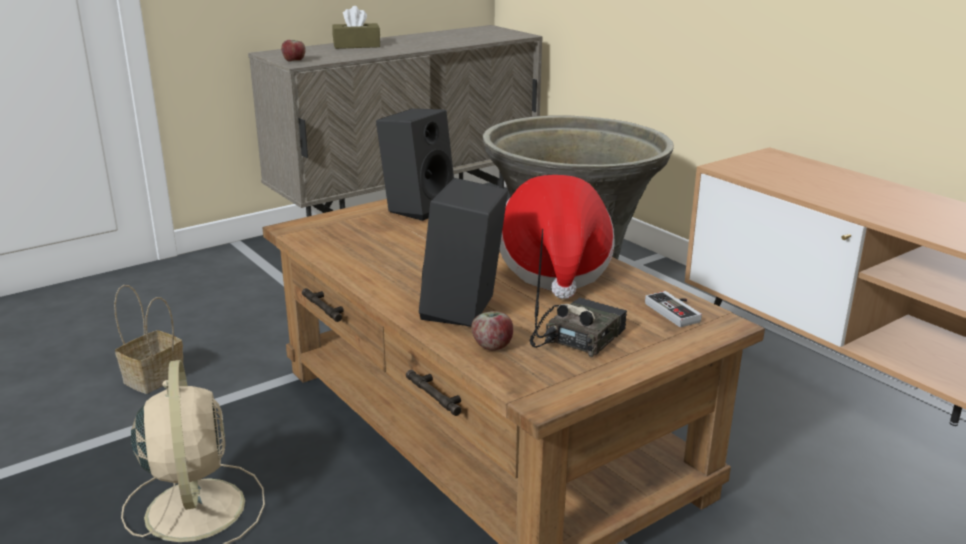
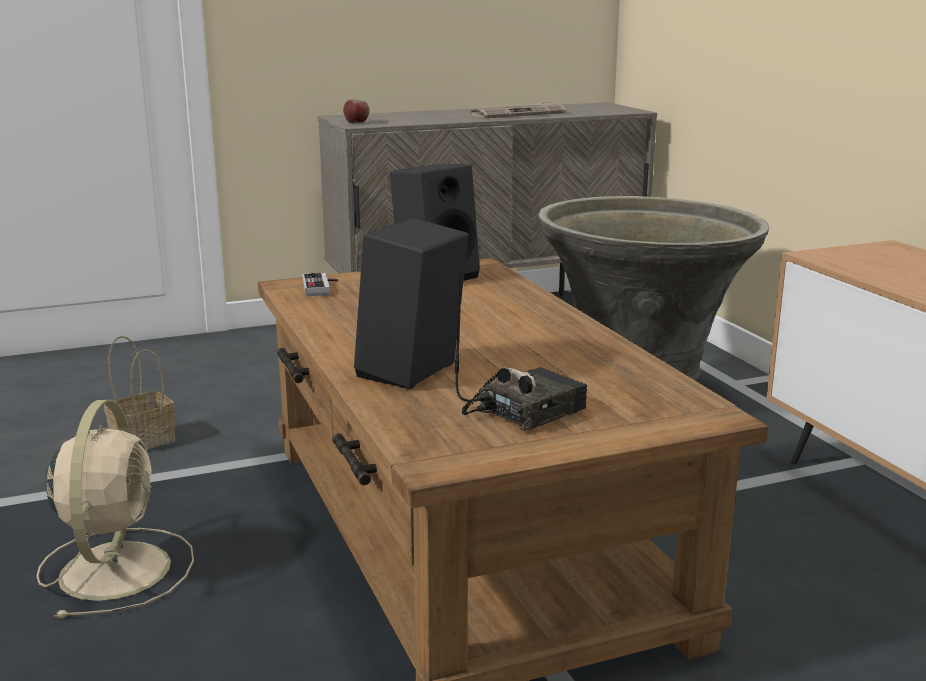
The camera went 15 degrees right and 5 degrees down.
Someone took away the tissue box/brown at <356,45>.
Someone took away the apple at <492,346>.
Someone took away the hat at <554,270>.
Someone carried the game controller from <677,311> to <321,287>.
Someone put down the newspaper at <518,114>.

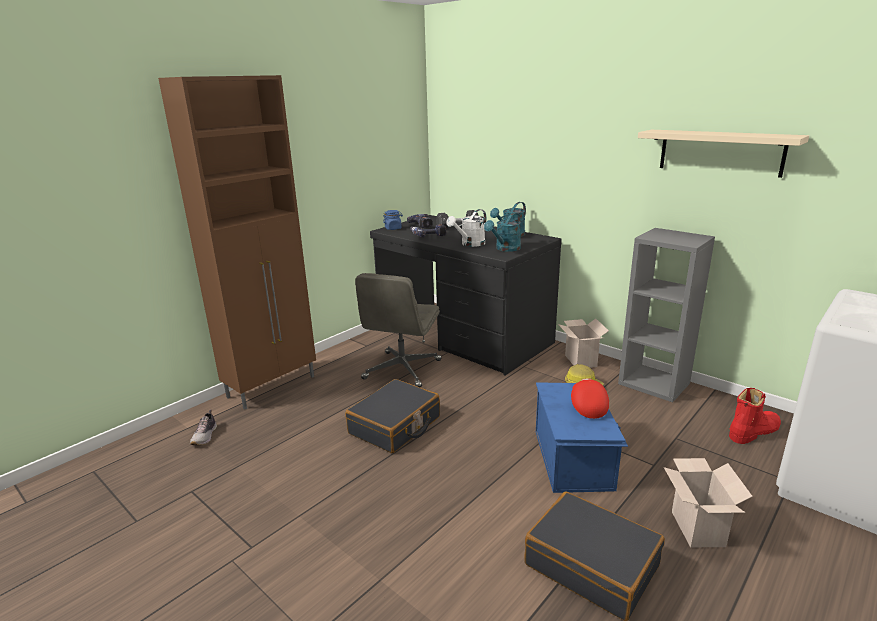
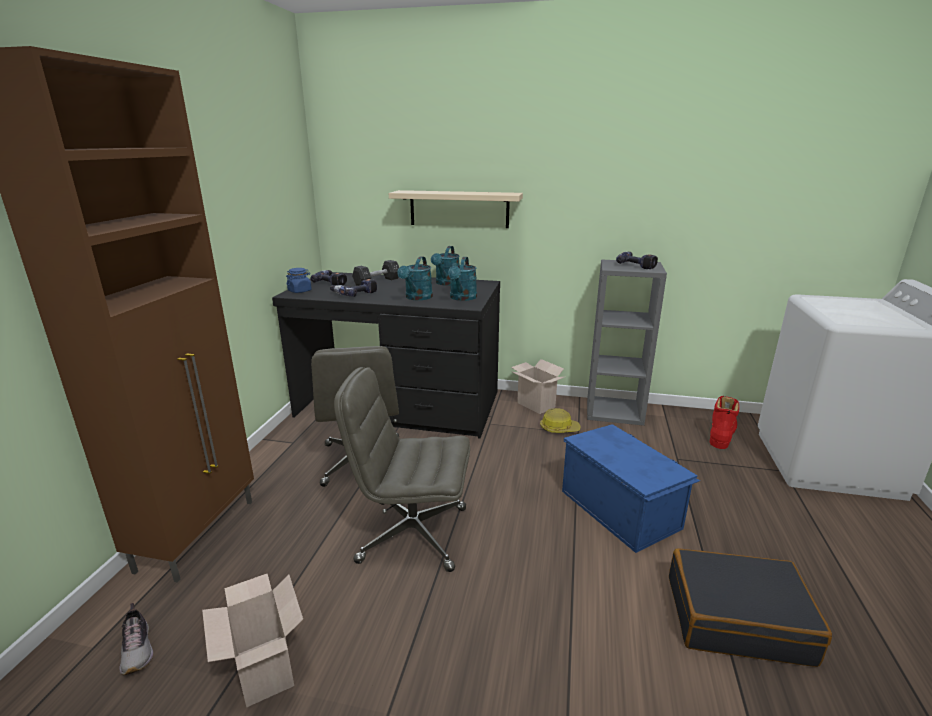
The camera went 30 degrees left and 0 degrees up.
Someone swapped the suitcase/black at <395,426> for the office chair/grey at <411,534>.
Someone repainted the watering can/white at <470,244>, which became the watering can/turquoise at <417,298>.
Someone took away the cap/red at <587,406>.
Someone carried the shelf/beige from <720,152> to <459,209>.
Someone carried the cardboard box from <695,527> to <262,669>.
Someone put down the power drill at <637,265>.

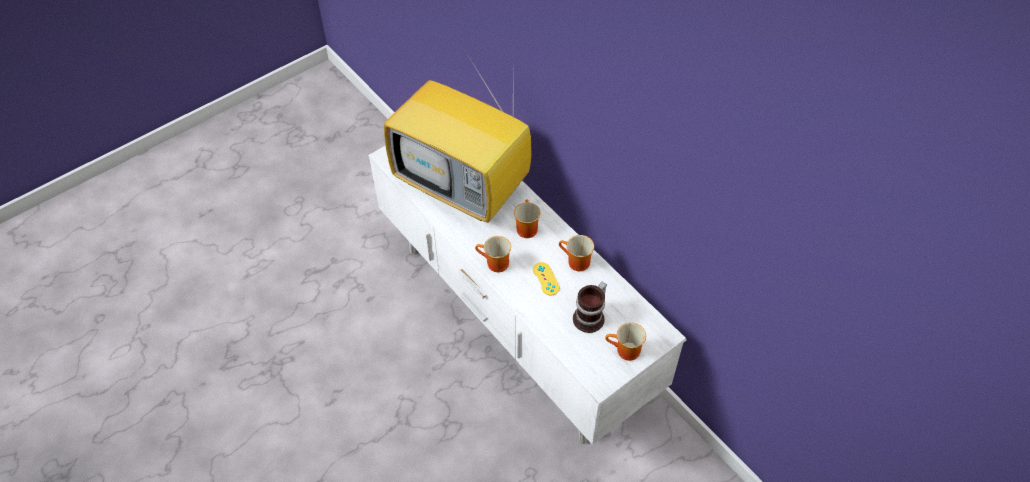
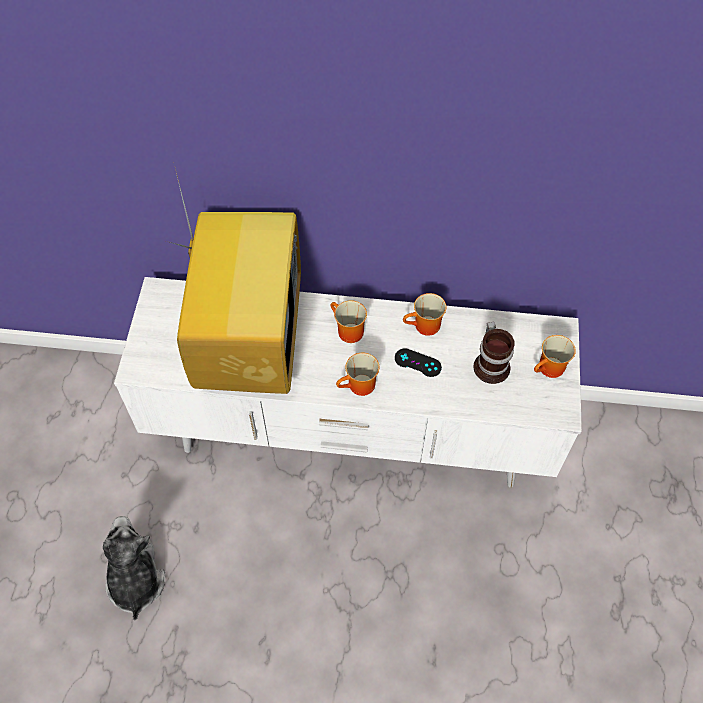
The camera went 45 degrees left and 5 degrees up.
Someone rotated the television at <464,187> by 75 degrees counterclockwise.
Someone repainted the game controller/yellow at <546,279>, which became the game controller/black at <417,363>.
Someone put down the plush toy at <135,580>.

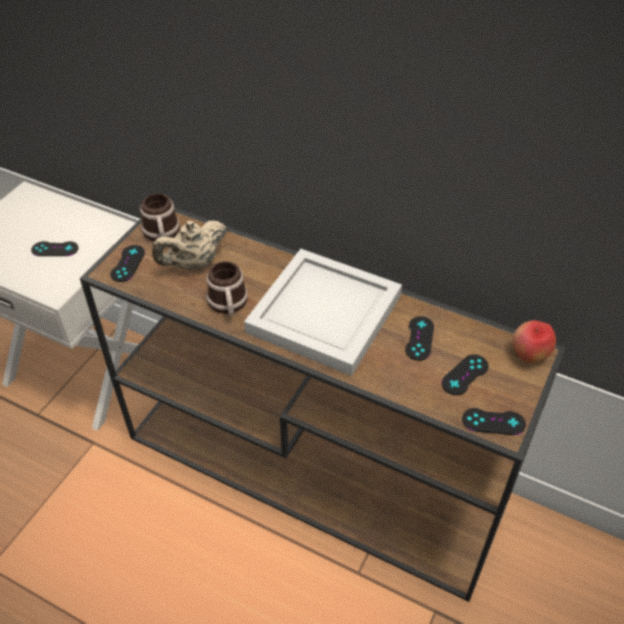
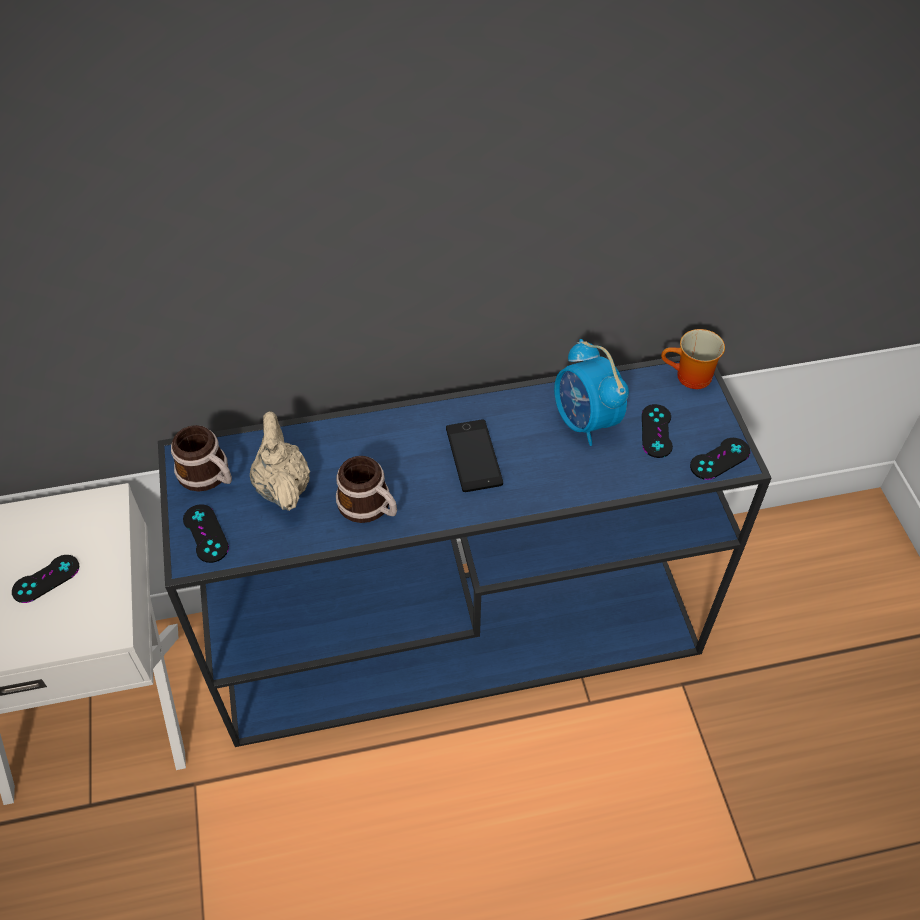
The camera went 40 degrees left and 5 degrees up.
Someone repainted the console table/brown at <317,470>, which became the console table/blue at <464,635>.
Someone rotated the teapot/beige at <194,263> by 150 degrees clockwise.
Someone swapped the tray/white at <322,314> for the phone at <474,456>.
Someone swapped the game controller/black at <419,338> for the alarm clock at <585,422>.
Someone swapped the apple at <529,356> for the mug at <689,378>.

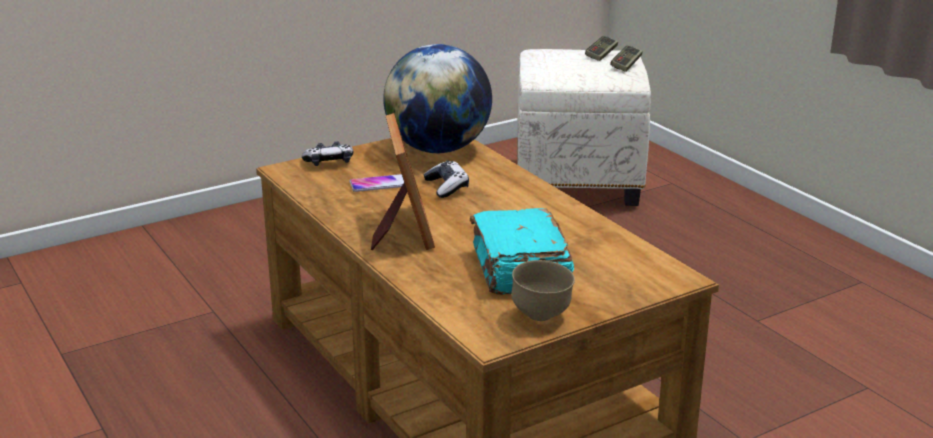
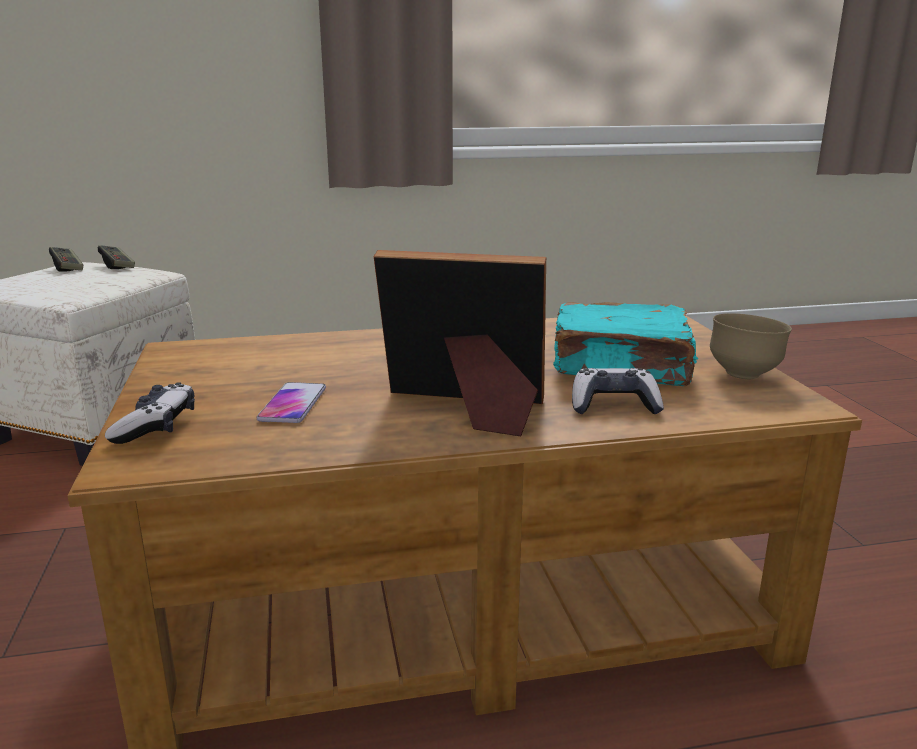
The camera went 70 degrees left and 5 degrees down.
Someone took away the globe at <438,149>.
Someone carried the game controller from <447,187> to <614,405>.

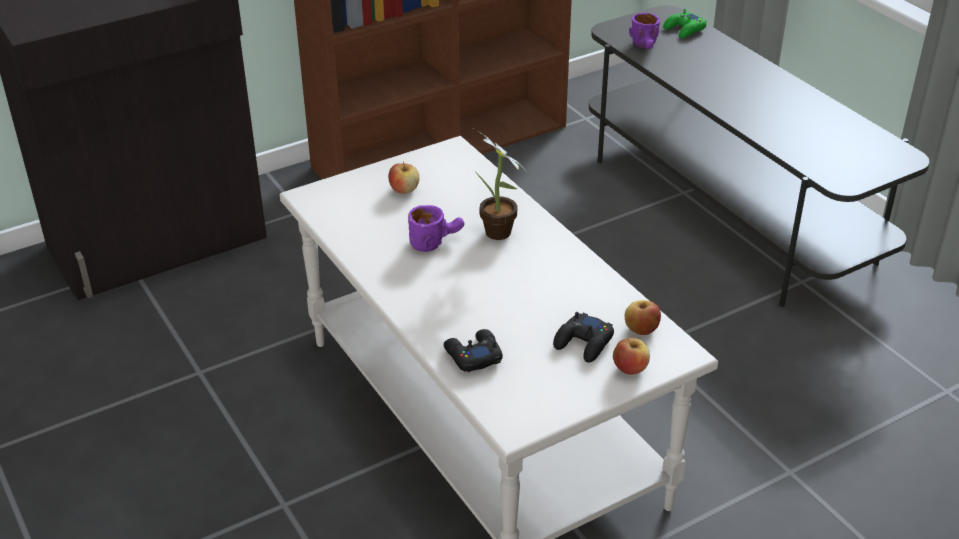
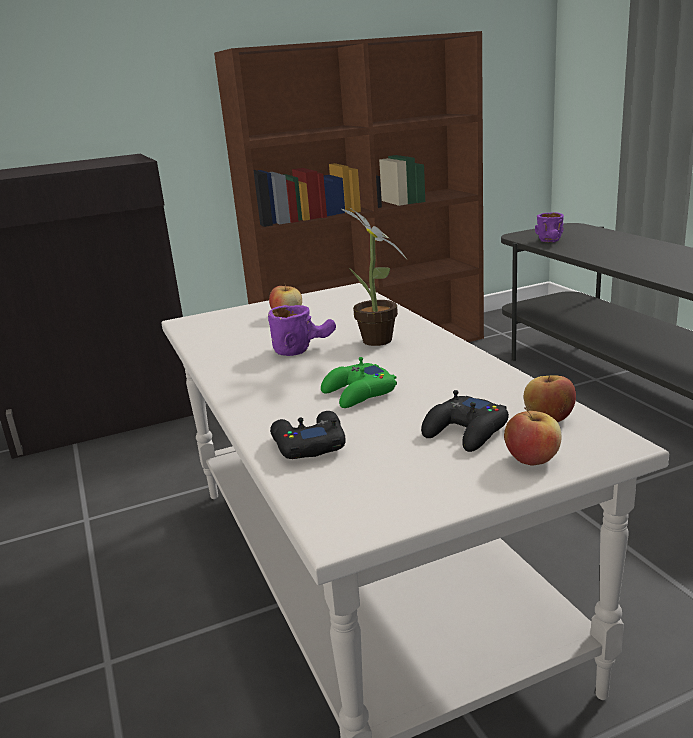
The camera went 10 degrees right and 15 degrees down.
Someone carried the game controller/green from <684,29> to <358,393>.

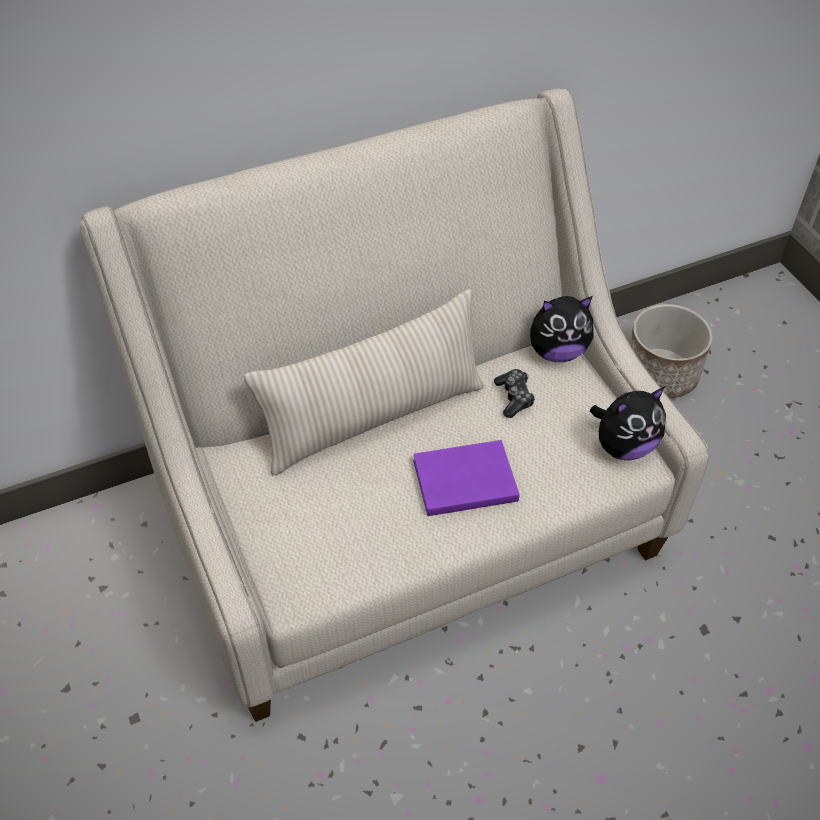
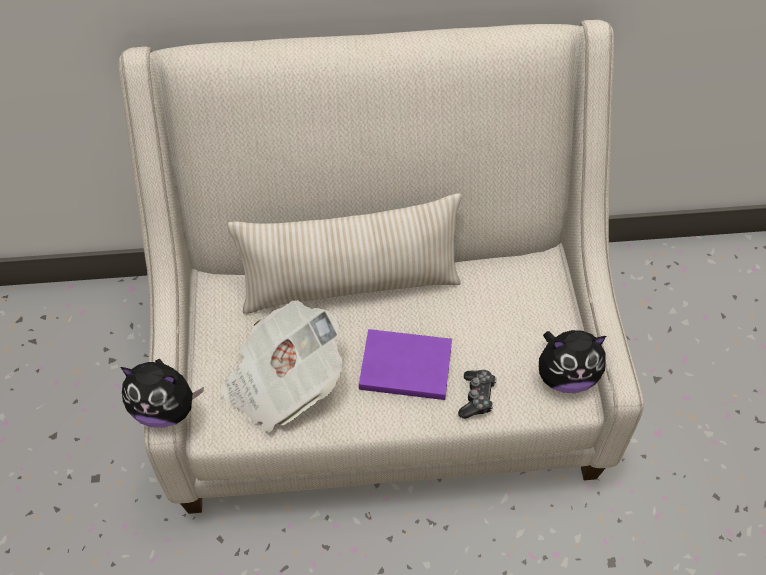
The camera went 20 degrees right and 5 degrees up.
Someone carried the game controller from <514,397> to <477,397>.
Someone carried the plush toy from <557,351> to <165,409>.
Someone took away the planter at <659,374>.
Someone put down the newspaper at <282,382>.

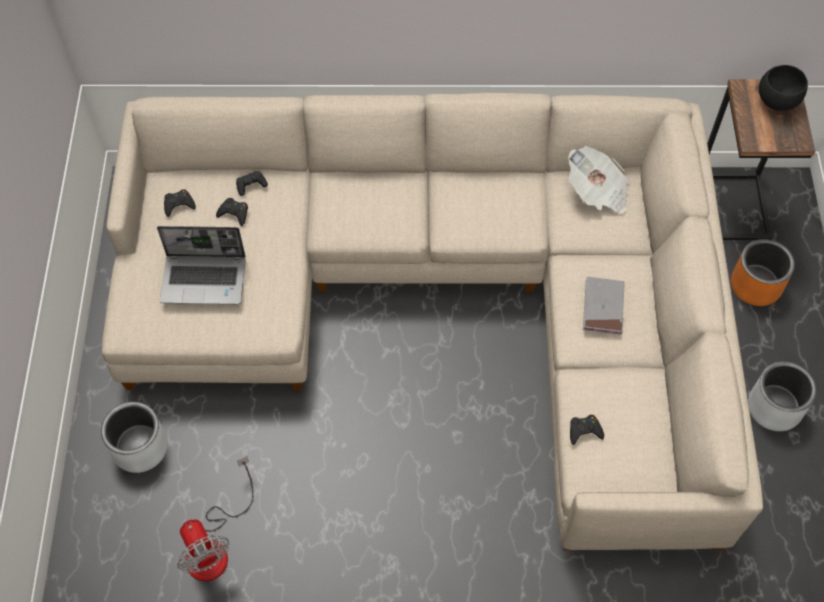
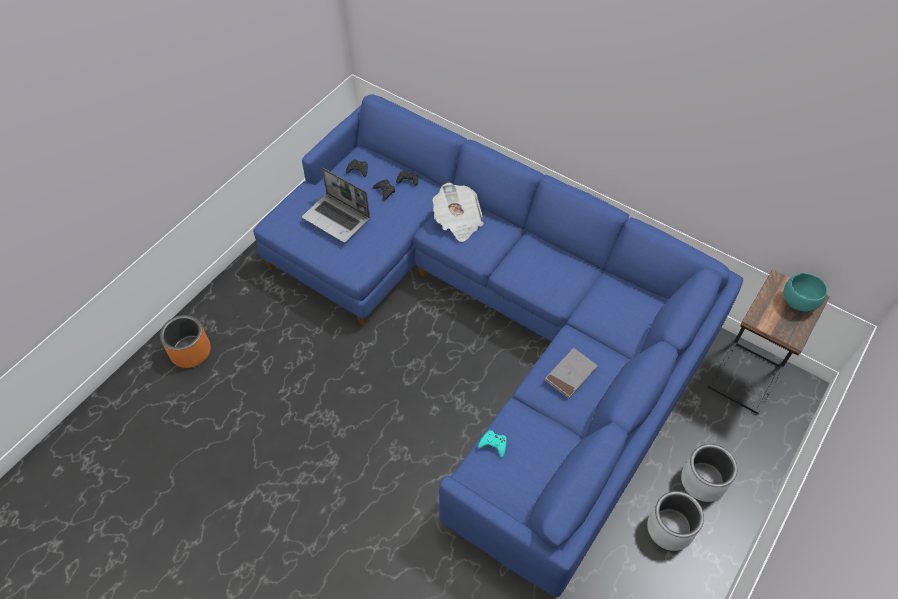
The camera went 35 degrees right and 5 degrees down.
Someone carried the planter/grey from <140,447> to <703,480>.
Someone repainted the sofa/beige at <444,298>, which became the sofa/blue at <494,322>.
Someone took away the fan at <214,545>.
Someone carried the newspaper from <597,191> to <458,221>.
Someone repainted the game controller/black at <584,431>, which became the game controller/turquoise at <493,444>.
Someone carried the planter/orange from <755,285> to <190,351>.
Someone repainted the bowl/black at <776,100>, which became the bowl/turquoise at <798,301>.

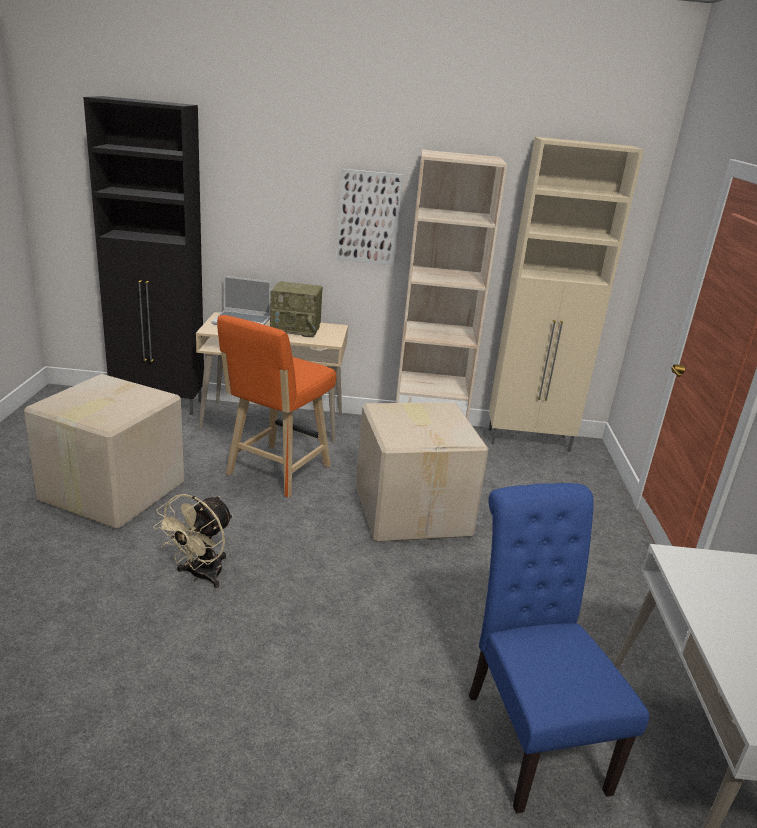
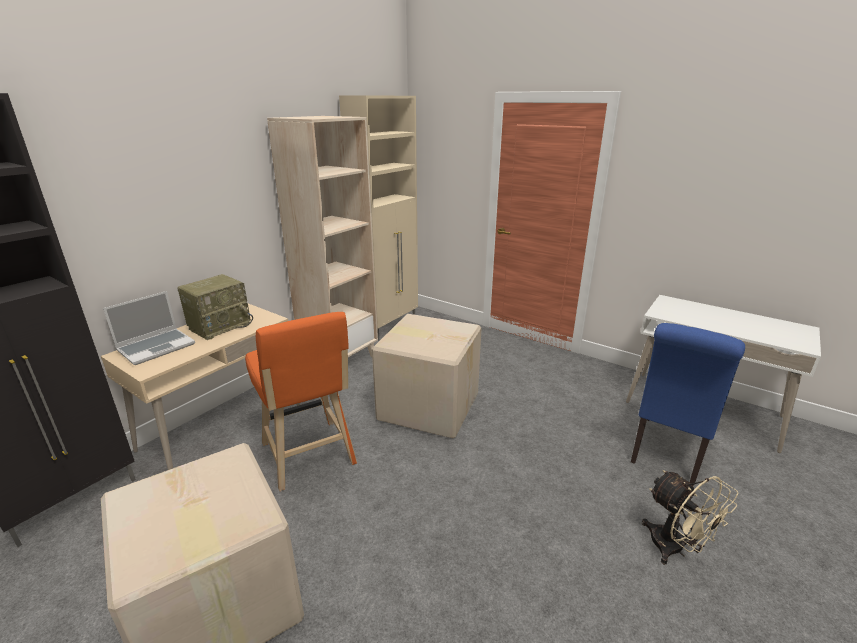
The camera went 55 degrees left and 0 degrees up.
Someone carried the fan/beige from <200,576> to <675,549>.
Someone took away the picture at <369,218>.
Someone rotated the chair/blue at <529,733> by 75 degrees counterclockwise.

